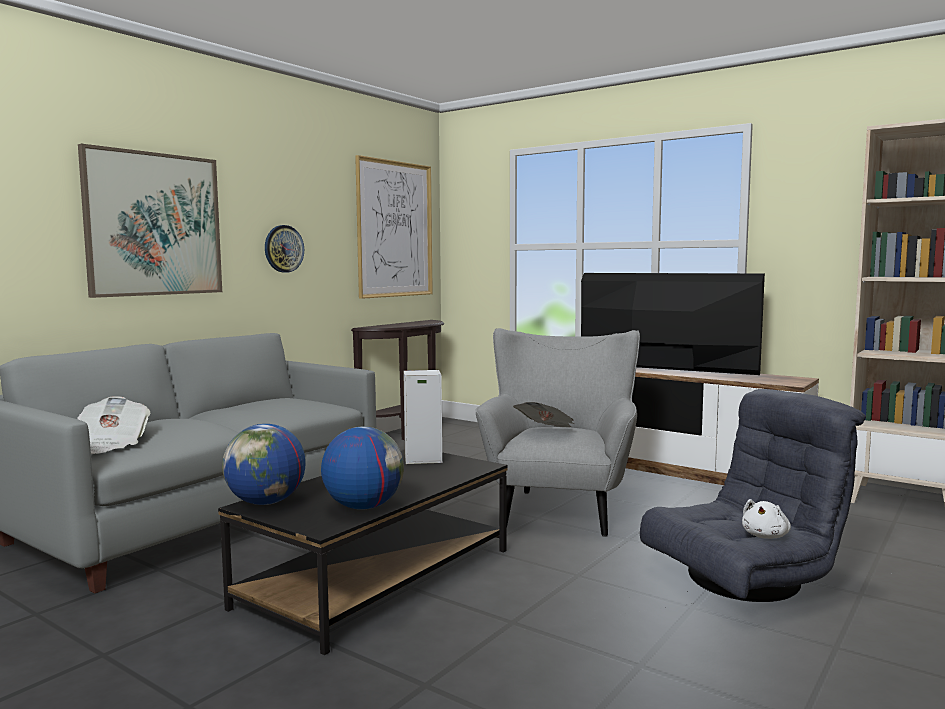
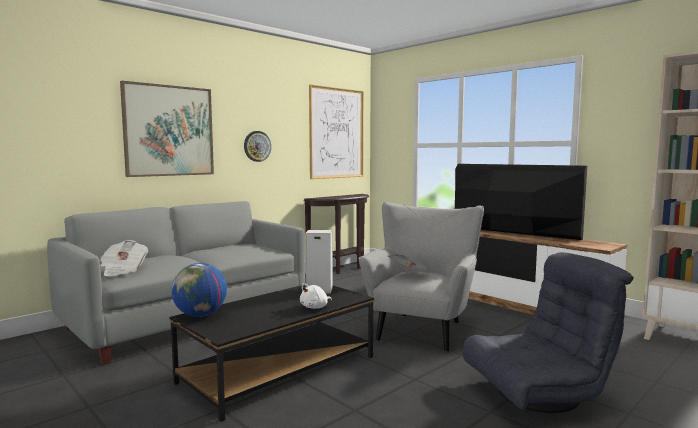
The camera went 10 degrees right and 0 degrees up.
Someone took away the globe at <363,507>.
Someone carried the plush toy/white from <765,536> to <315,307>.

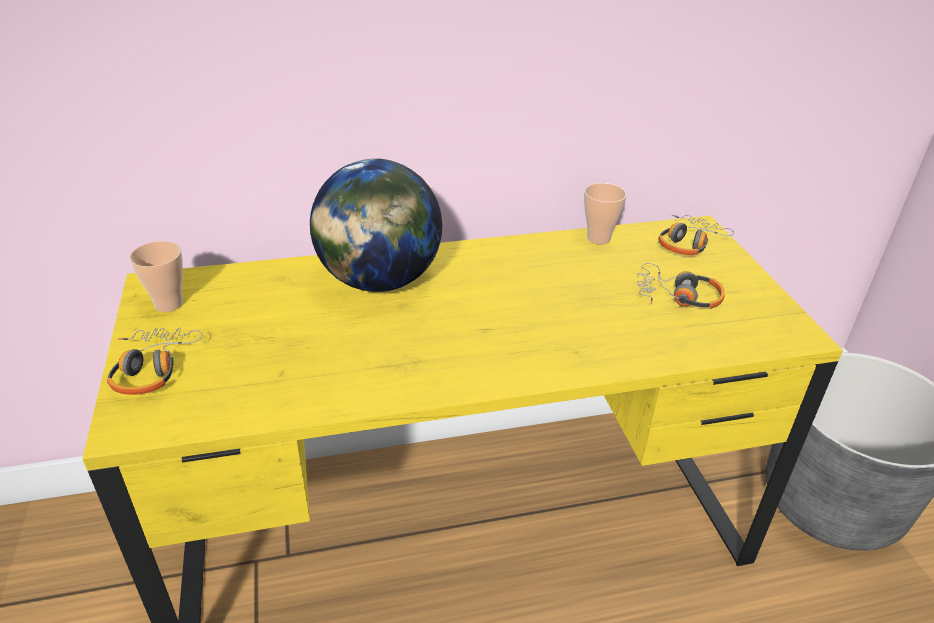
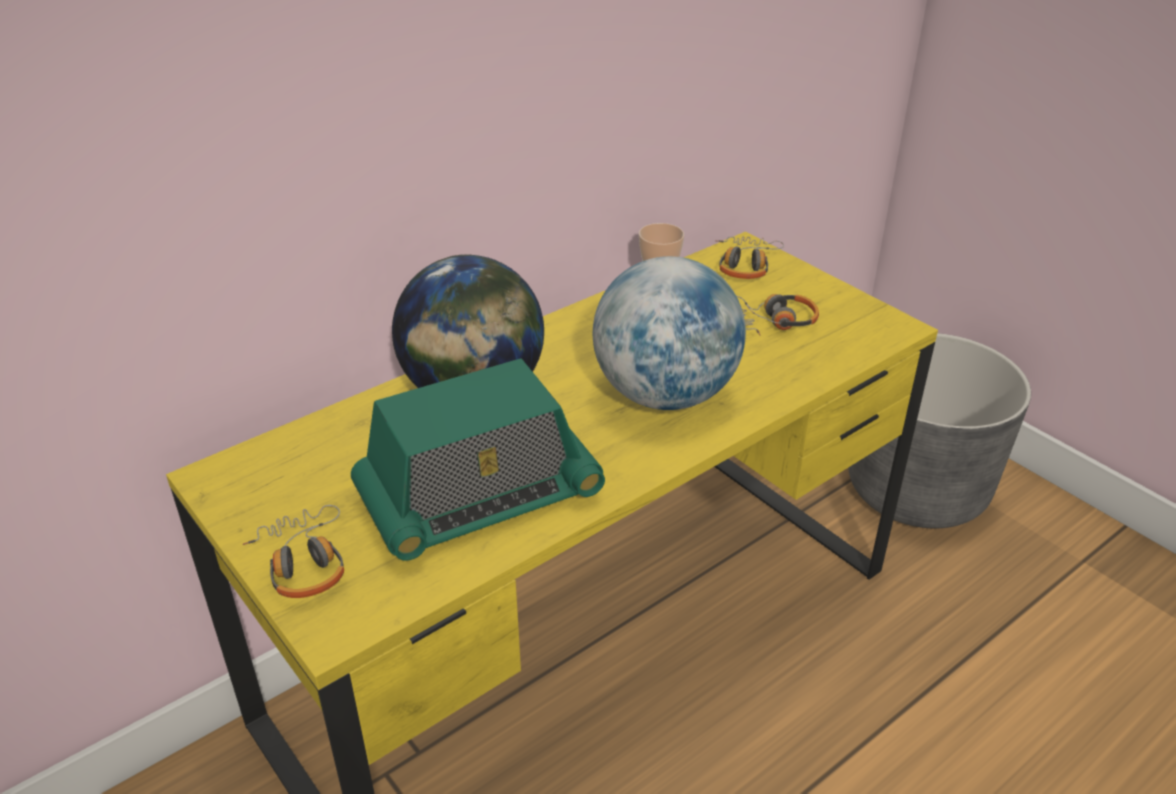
The camera went 25 degrees left and 0 degrees up.
Someone took away the cup at <169,304>.
Someone put down the radio at <479,496>.
Someone put down the globe at <665,395>.

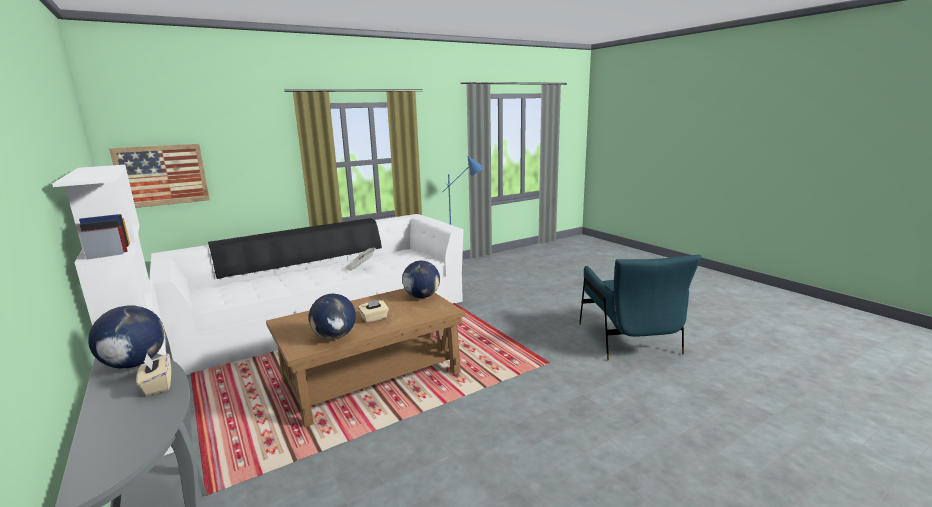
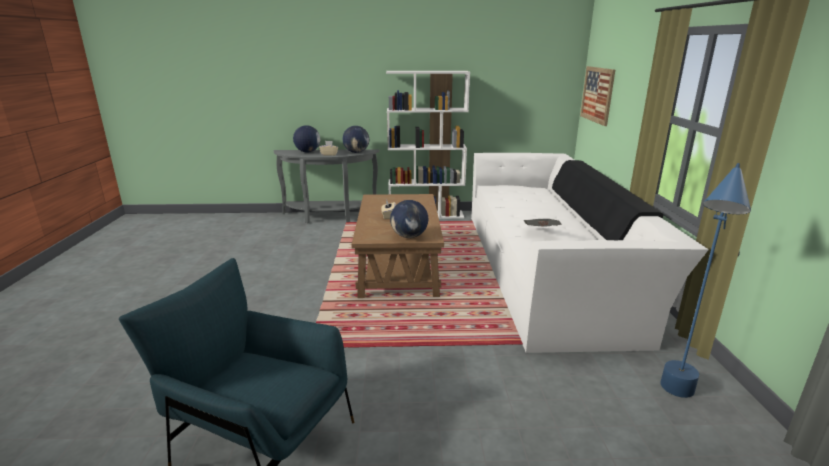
The camera went 120 degrees right and 5 degrees up.
Someone carried the globe from <335,336> to <307,152>.

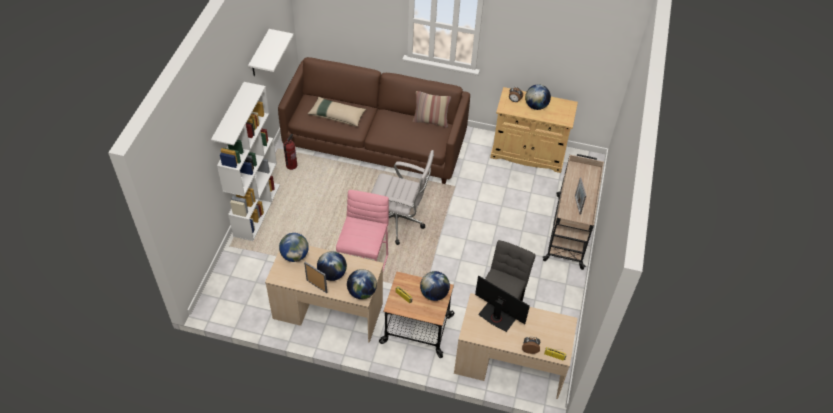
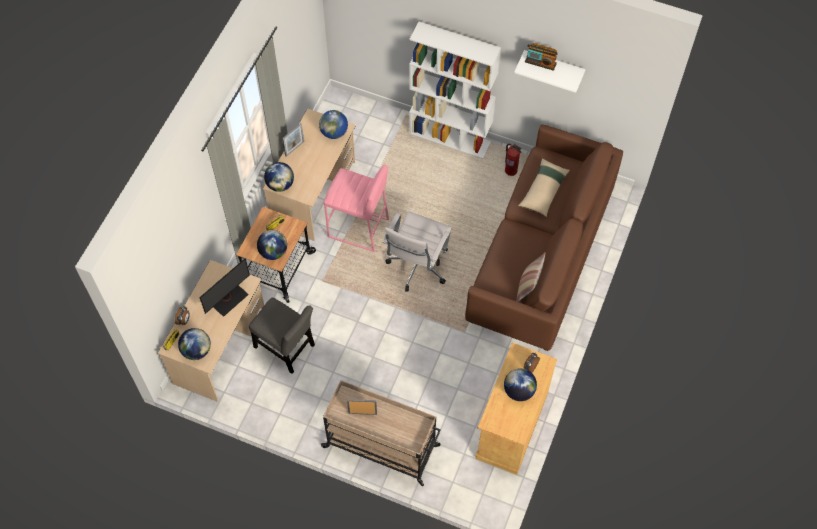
The camera went 100 degrees right and 10 degrees up.
Someone carried the globe from <332,274> to <196,350>.
Someone put down the radio at <540,63>.

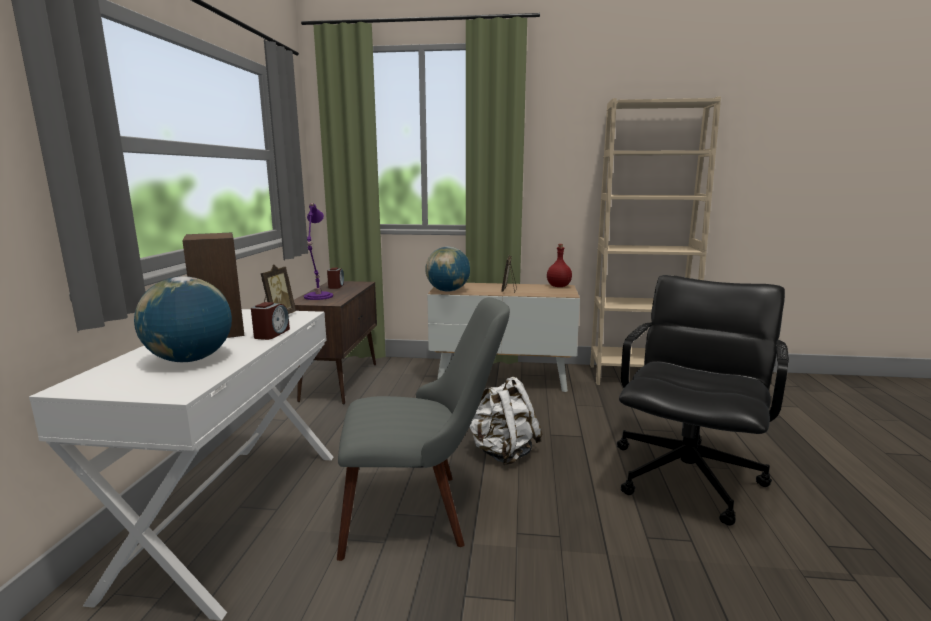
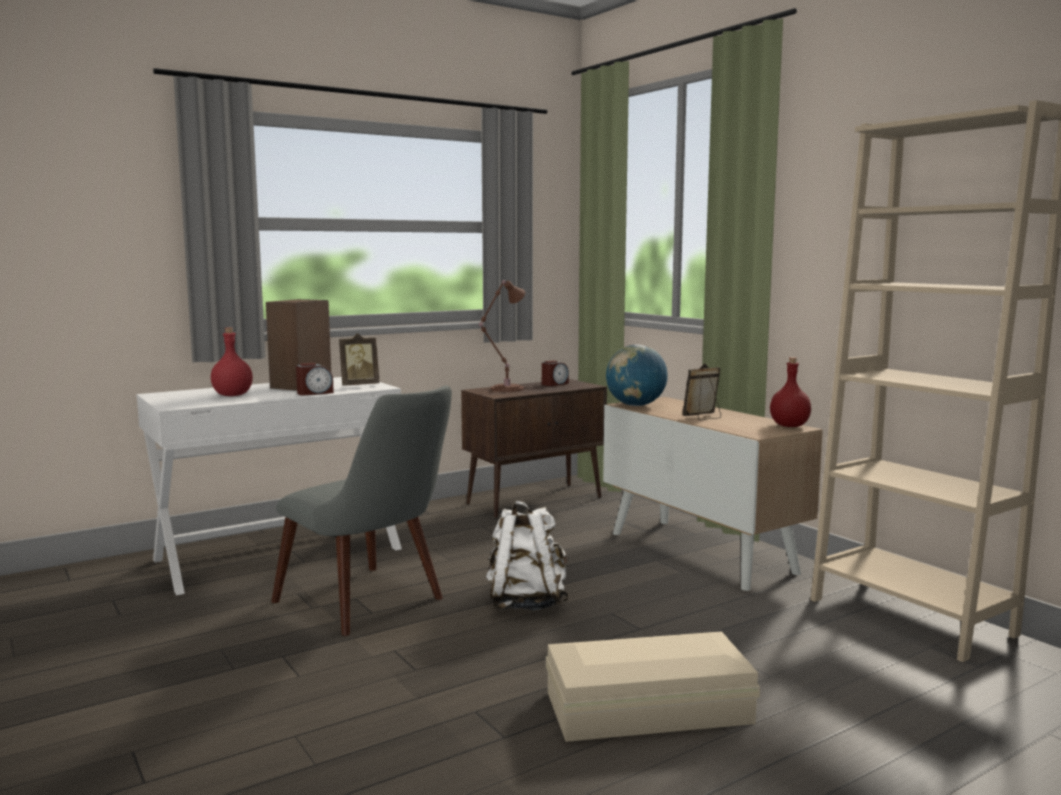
The camera went 50 degrees right and 5 degrees down.
Someone swapped the globe at <190,359> for the bottle/red at <232,395>.
Someone repainted the table lamp/purple at <318,297>, which became the table lamp/brown at <504,389>.
Someone swapped the office chair/black at <687,476> for the storage box/beige at <651,709>.

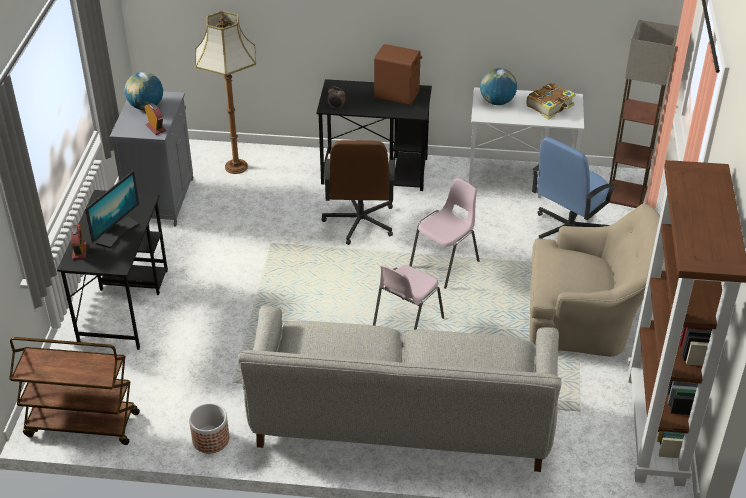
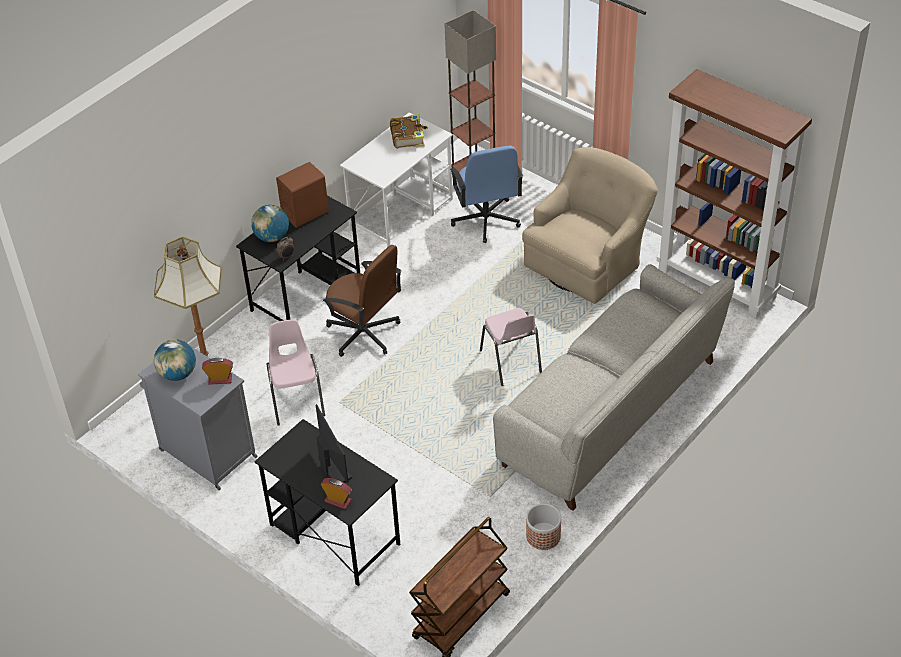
The camera went 55 degrees left and 5 degrees up.
Someone carried the chair/pink from <446,264> to <297,400>.
Someone carried the globe from <497,102> to <272,237>.

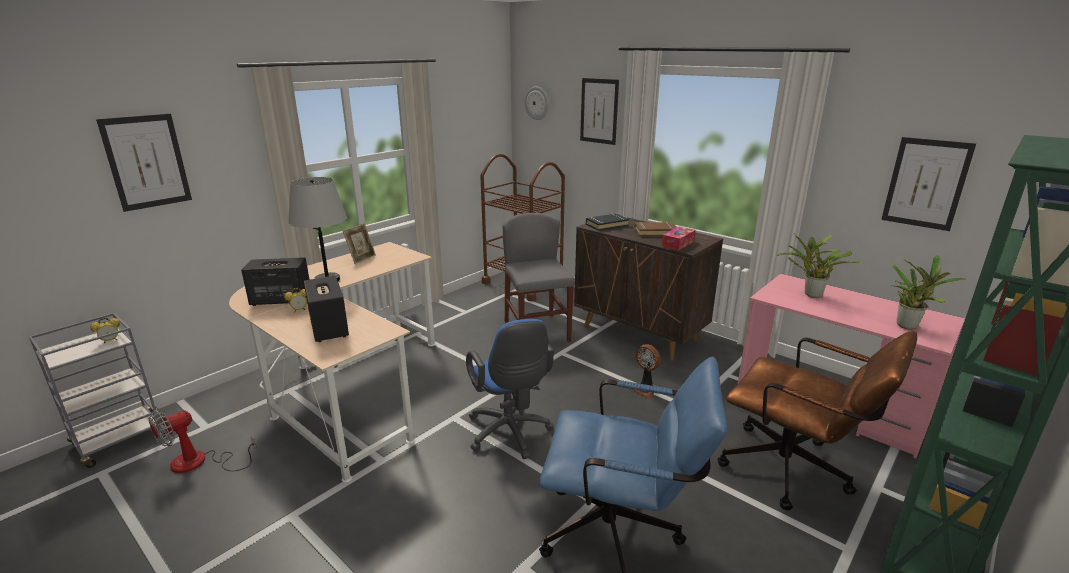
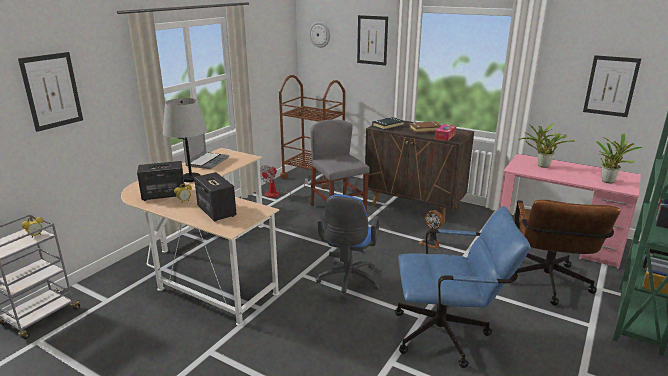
The camera went 10 degrees left and 0 degrees up.
Someone carried the fan from <200,463> to <278,194>.
Someone swapped the picture frame at <361,259> for the laptop at <207,161>.
Someone rotated the office chair/blue at <510,434> by 45 degrees clockwise.
Someone rotated the office chair/brown at <795,472> by 75 degrees clockwise.

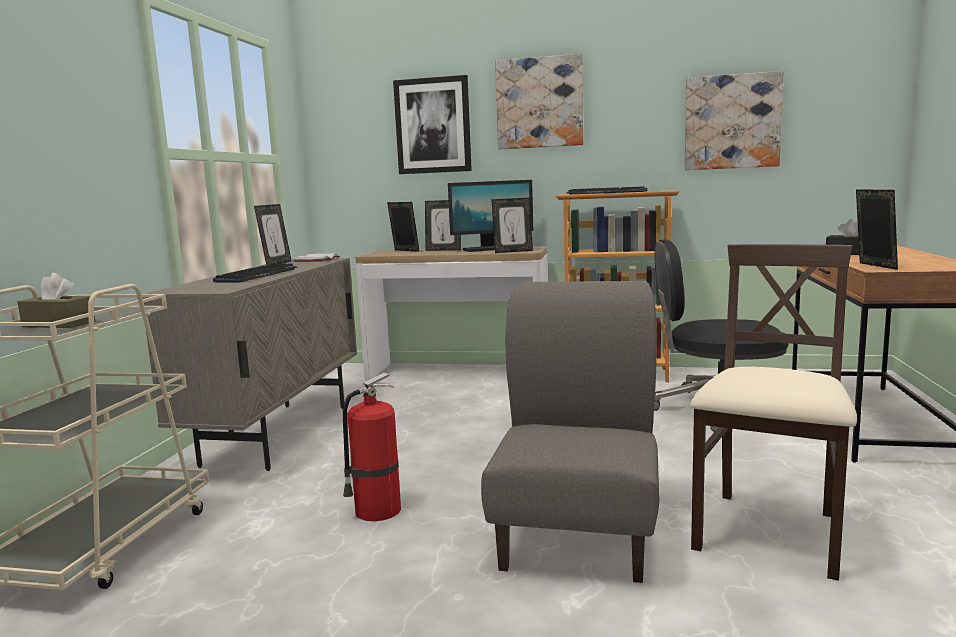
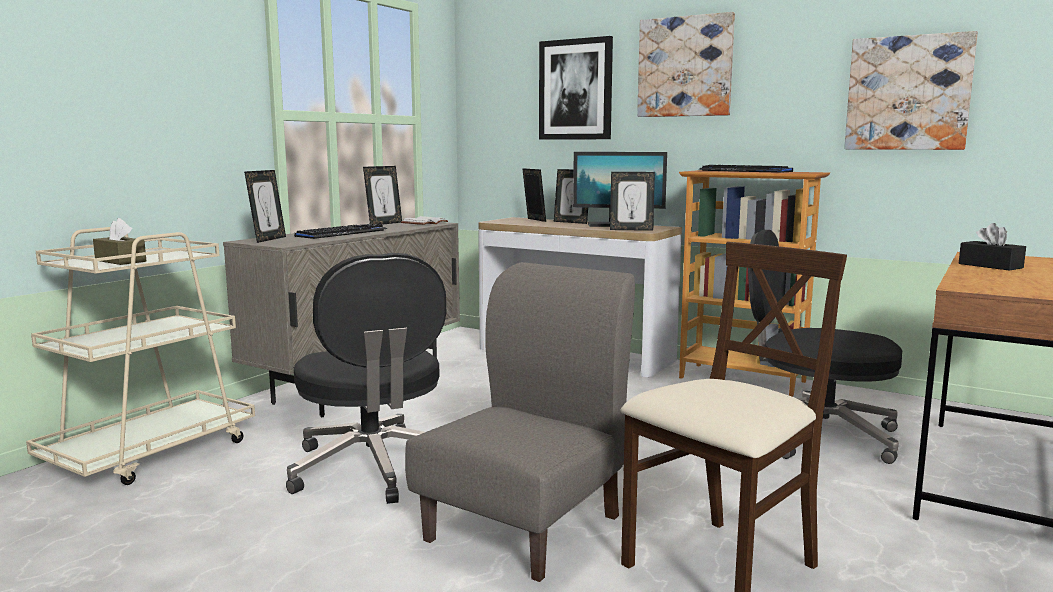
The camera went 20 degrees right and 0 degrees up.
Someone swapped the fire extinguisher at <376,511> for the office chair/black at <373,468>.
Someone carried the picture frame from <873,266> to <268,239>.

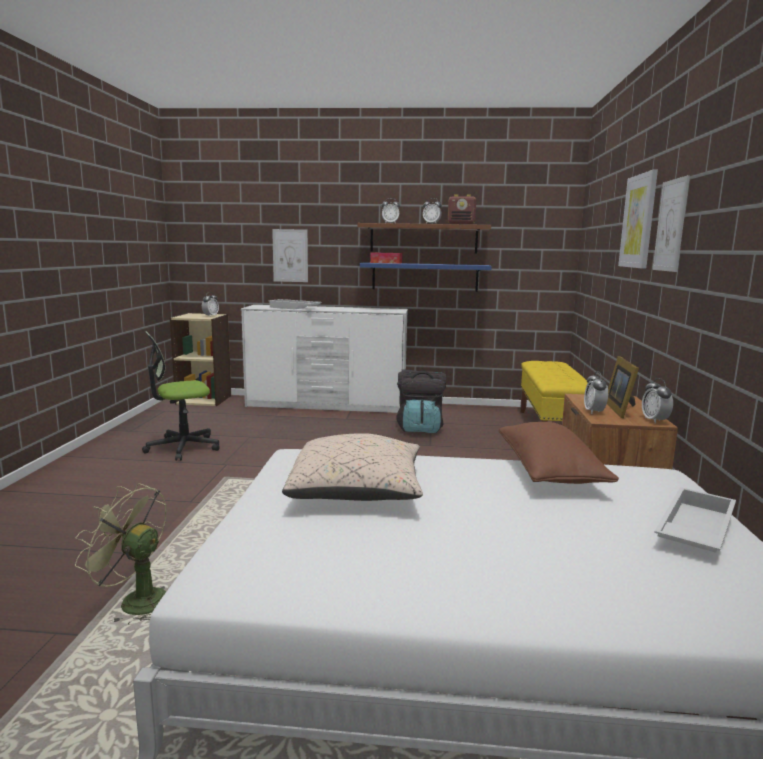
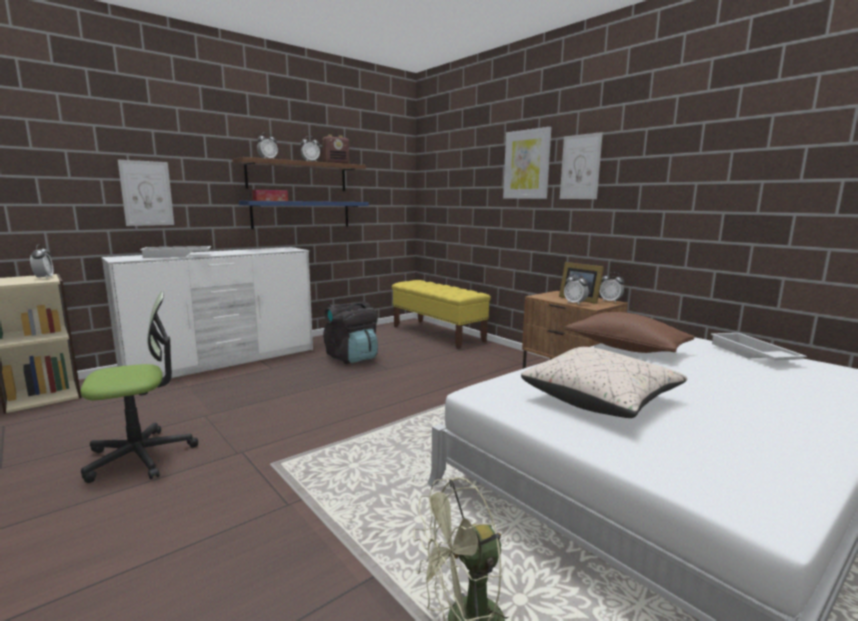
The camera went 45 degrees left and 0 degrees up.
Someone rotated the office chair at <182,447> by 135 degrees counterclockwise.

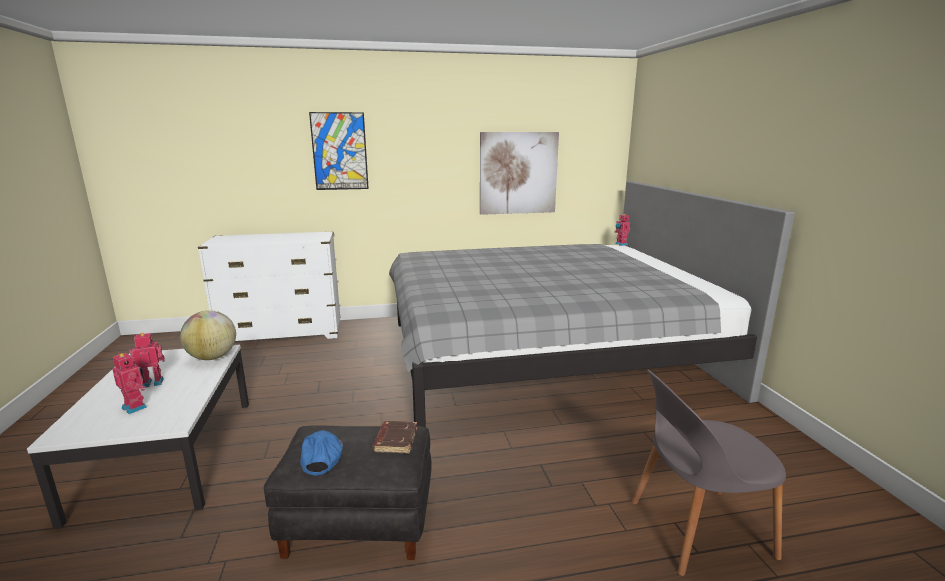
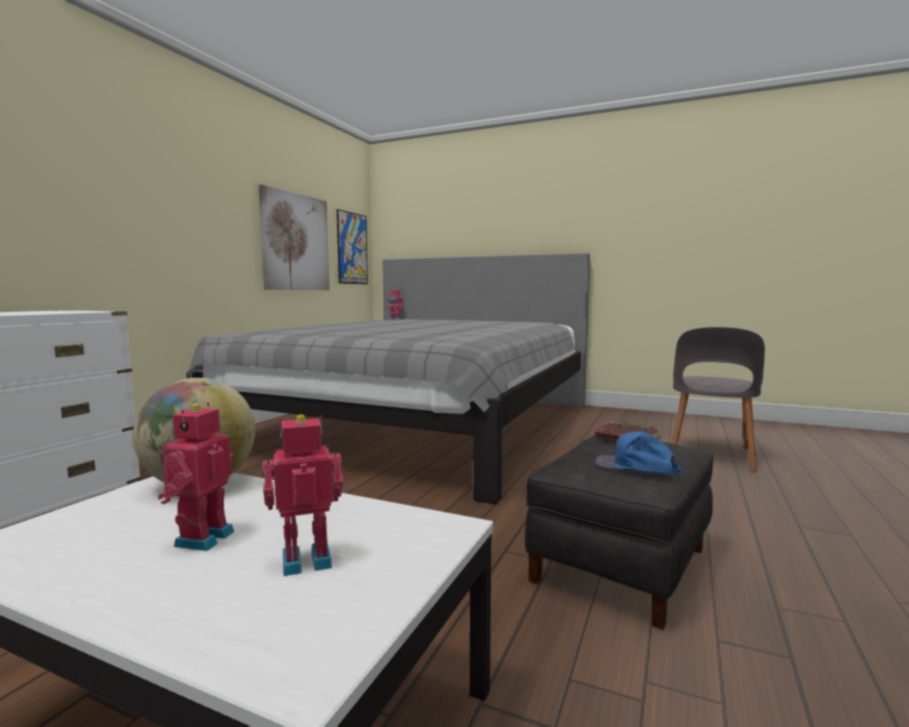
The camera went 55 degrees left and 10 degrees down.
Someone carried the picture from <339,151> to <352,248>.

